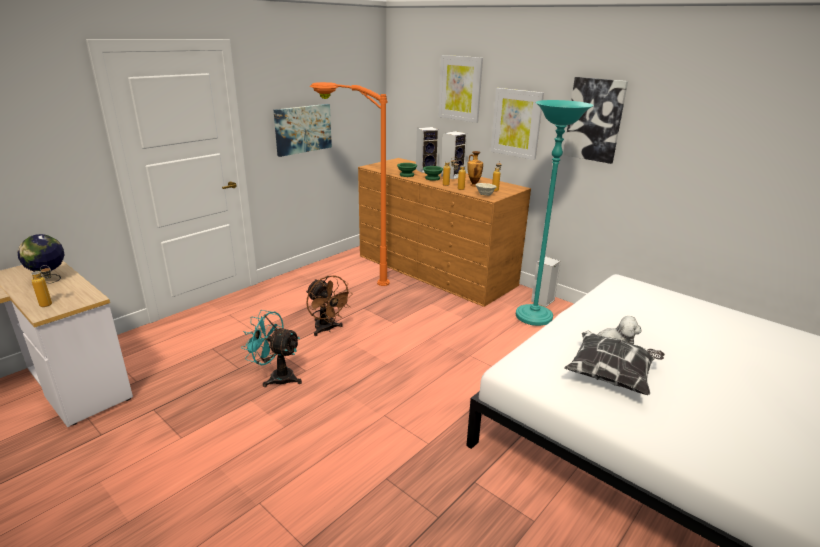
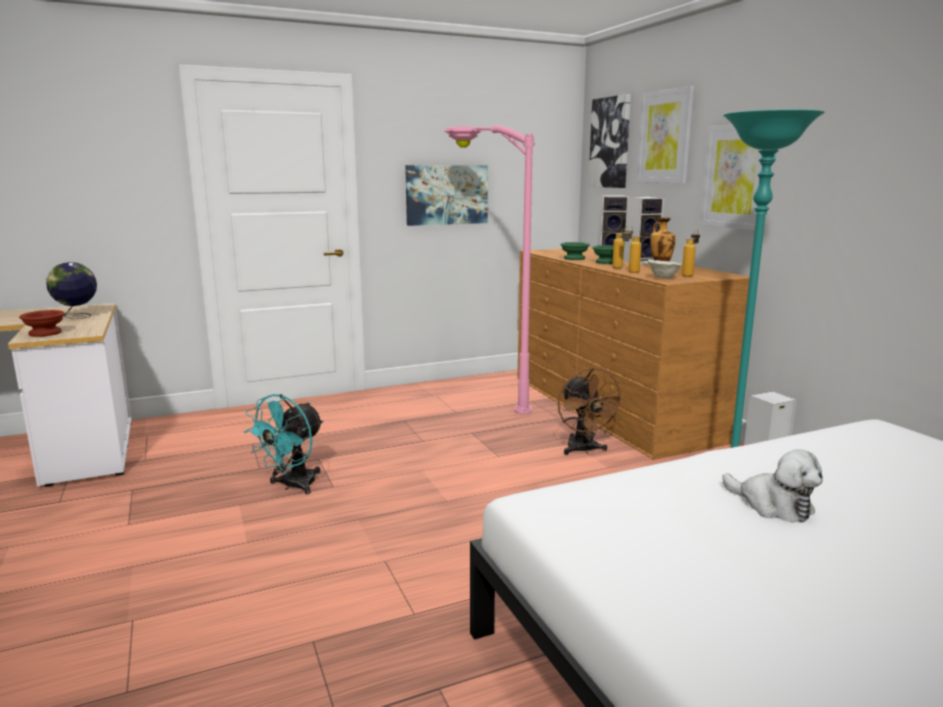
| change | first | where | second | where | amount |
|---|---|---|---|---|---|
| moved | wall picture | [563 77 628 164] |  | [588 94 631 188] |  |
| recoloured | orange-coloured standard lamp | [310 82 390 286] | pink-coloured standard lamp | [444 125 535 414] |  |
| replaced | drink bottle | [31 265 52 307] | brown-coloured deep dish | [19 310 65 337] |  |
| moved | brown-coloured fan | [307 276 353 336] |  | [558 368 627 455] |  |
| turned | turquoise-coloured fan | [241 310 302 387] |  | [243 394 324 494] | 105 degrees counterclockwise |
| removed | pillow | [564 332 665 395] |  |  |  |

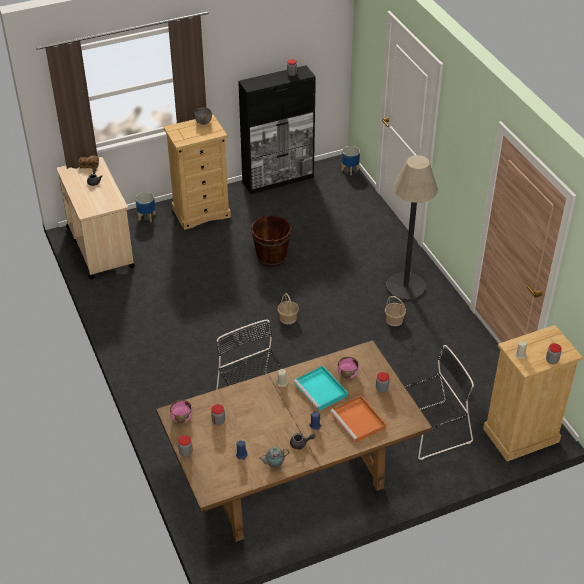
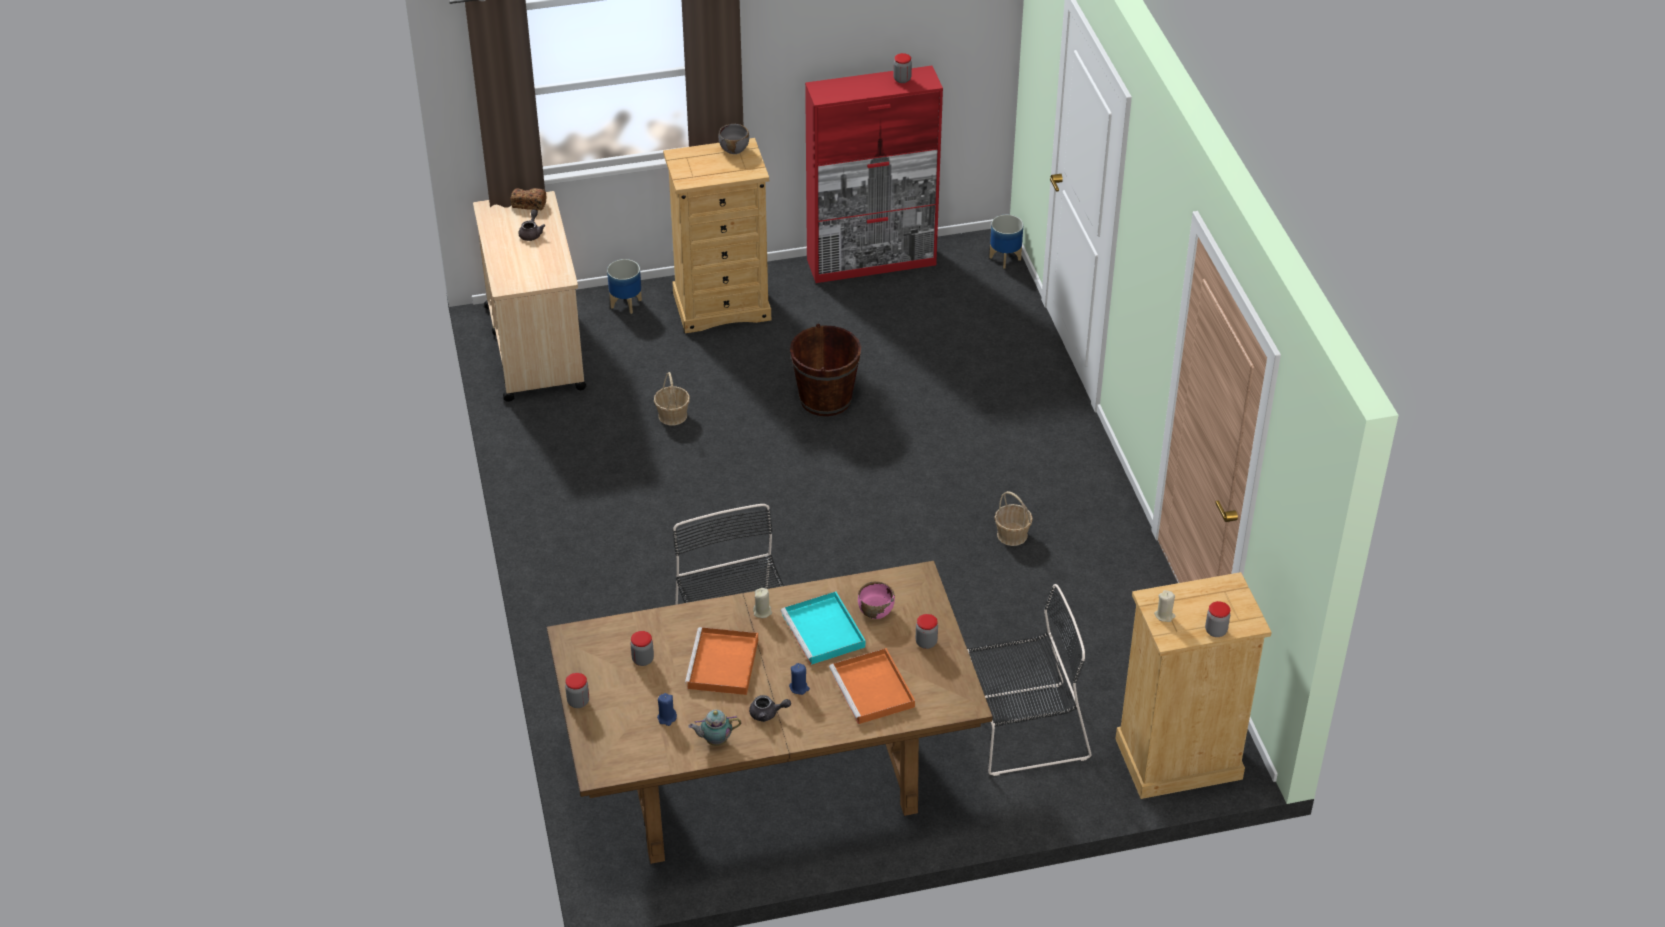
| change | first | where | second | where | amount |
|---|---|---|---|---|---|
| recoloured | blackish storage cabinet | [238 65 316 194] | red-coloured storage cabinet | [805 66 943 283] |  |
| removed | standard lamp | [386 155 438 301] |  |  |  |
| moved | household basket | [277 293 299 324] |  | [654 372 690 425] |  |
| removed | pink-coloured deep dish | [170 400 192 423] |  |  |  |
| added |  |  | orange-coloured tray | [685 627 758 695] |  |

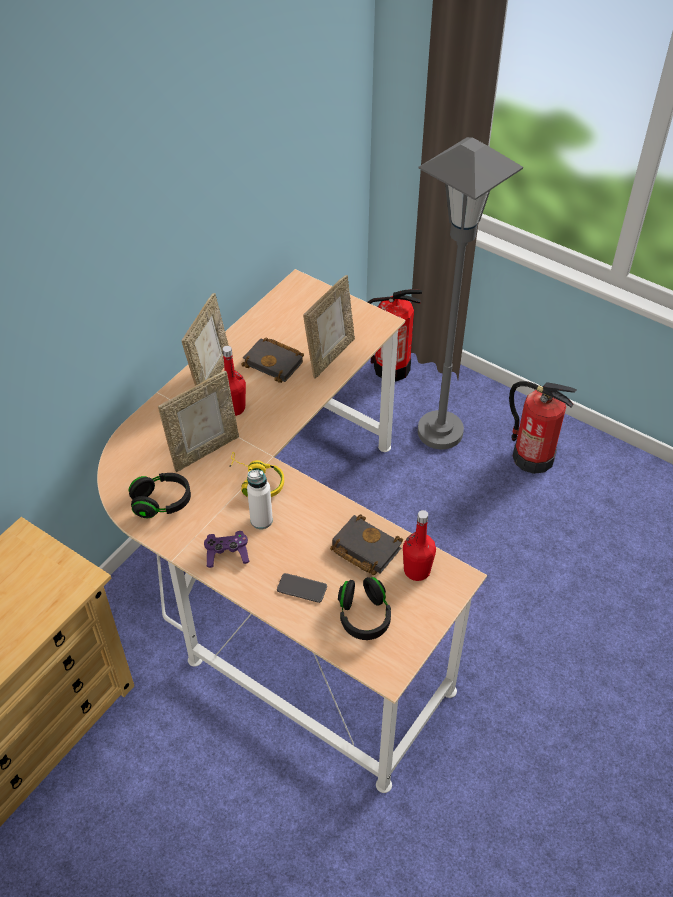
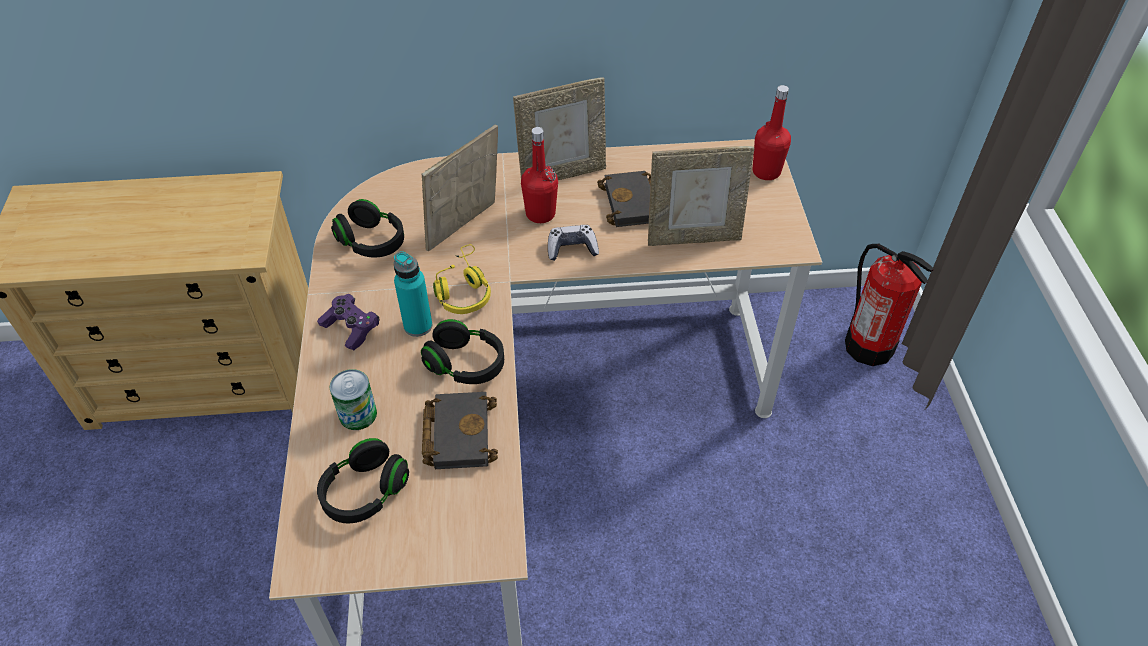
| change | first | where | second | where | amount |
|---|---|---|---|---|---|
| removed | greyish standard lamp | [418 137 523 449] |  |  |  |
| turned | photo frame | [158 371 239 472] |  | [421 124 498 251] | 120 degrees clockwise |
| removed | fire-fighting cylinder | [509 381 577 474] |  |  |  |
| recoloured | white drink bottle | [247 470 273 529] | turquoise-coloured drink bottle | [394 251 432 337] |  |
| moved | red-coloured drink bottle | [403 510 436 581] |  | [753 85 791 180] |  |
| replaced | phone | [277 573 327 603] | sealed can | [330 369 377 430] |  |
| added |  |  | game controller | [548 225 599 261] |  |
| added |  |  | blackish headset | [421 319 504 384] |  |

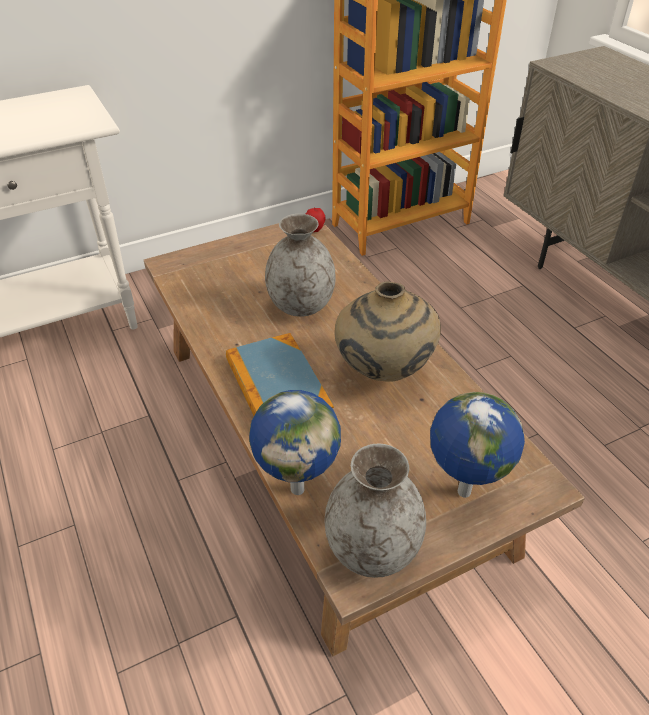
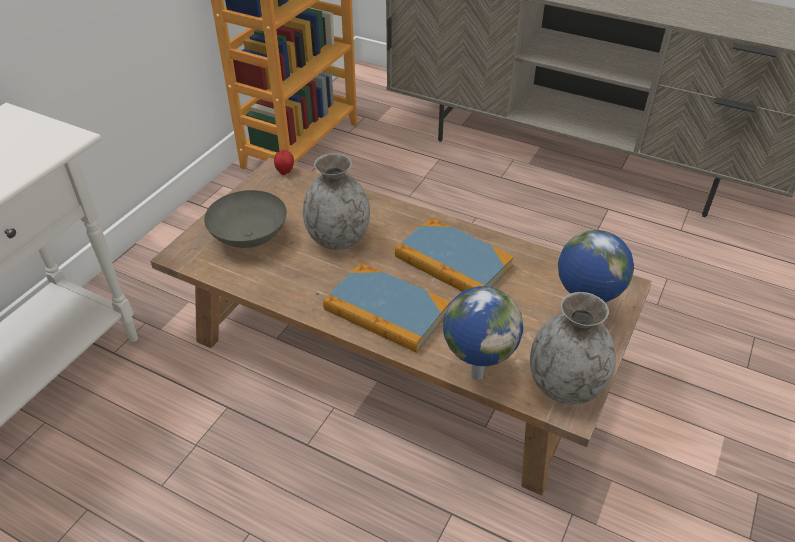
| change | first | where | second | where | amount |
|---|---|---|---|---|---|
| replaced | sand-coloured decorative vase | [334 281 441 382] | book | [395 217 514 292] |  |
| added |  |  | greyish deep dish | [204 190 287 248] |  |

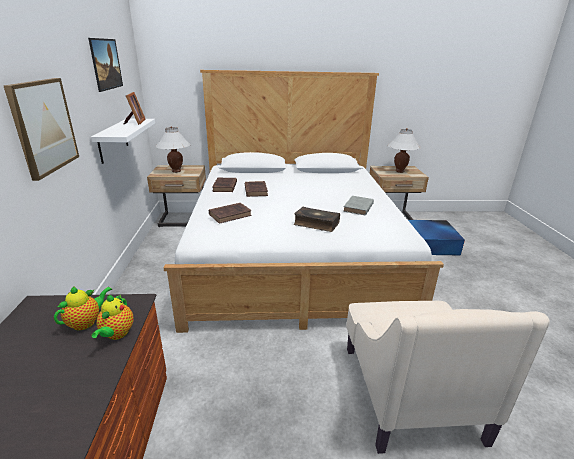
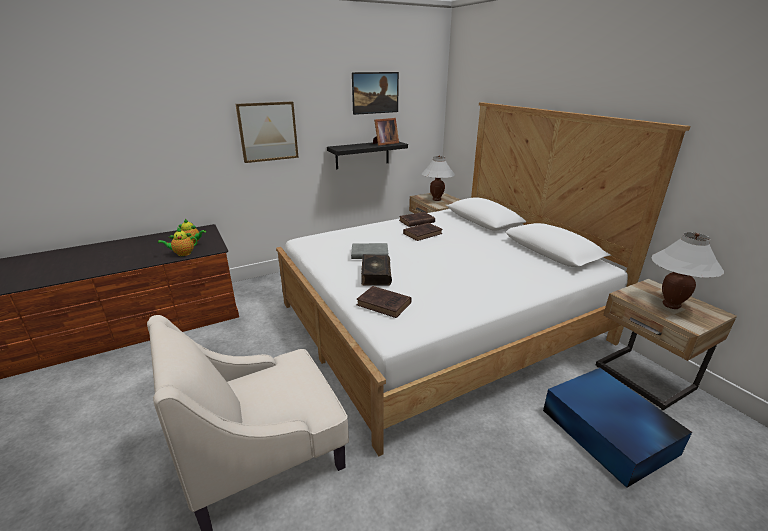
| change | first | where | second | where | amount |
|---|---|---|---|---|---|
| recoloured | white wall shelf | [91 119 155 164] | blackish wall shelf | [327 142 408 170] |  |
| moved | greyish book | [343 196 374 216] |  | [351 243 388 259] |  |
| moved | brown-coloured book | [209 203 252 224] |  | [357 286 412 318] |  |

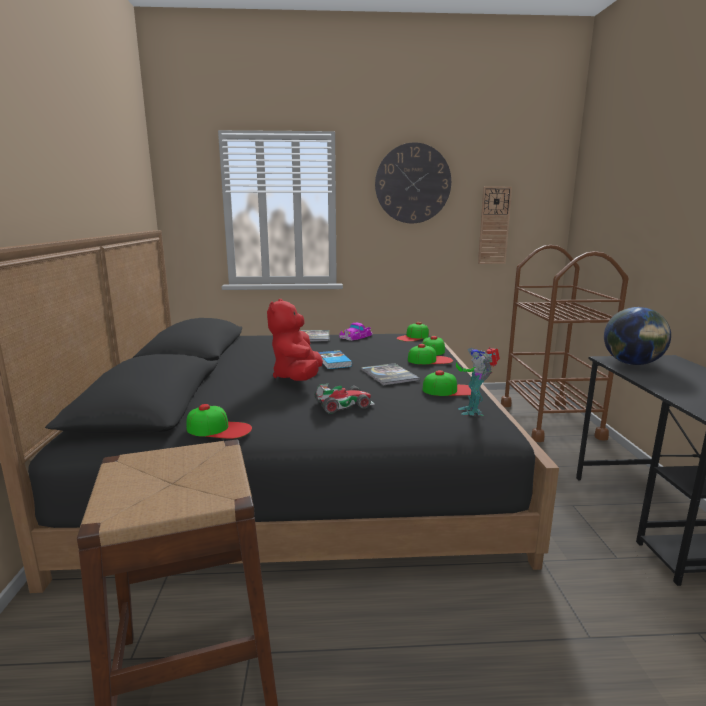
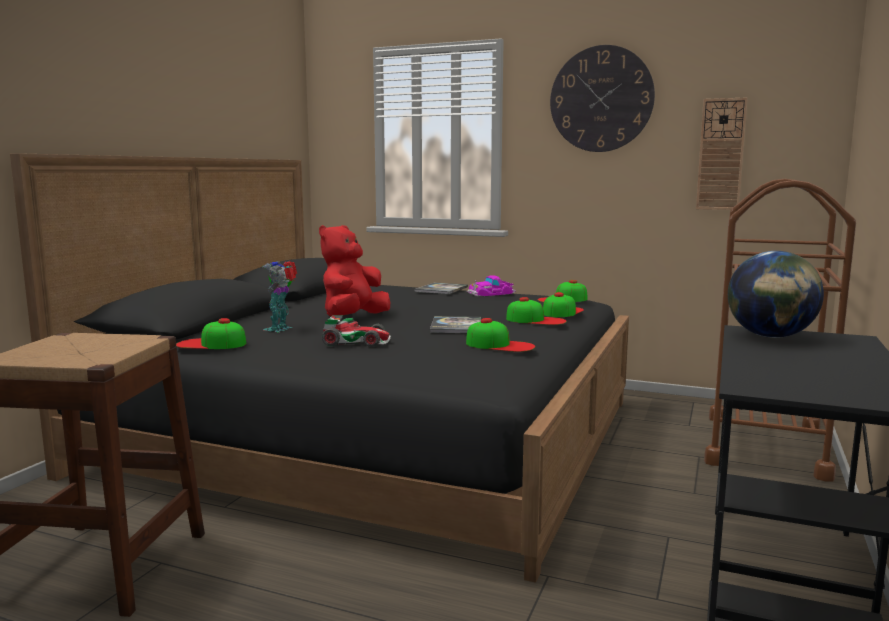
| change | first | where | second | where | amount |
|---|---|---|---|---|---|
| moved | robot figure | [456 347 500 416] |  | [263 261 297 332] |  |
| removed | book | [318 350 352 369] |  |  |  |
| turned | peaked cap | [186 404 252 439] |  | [176 318 246 349] | 150 degrees clockwise |

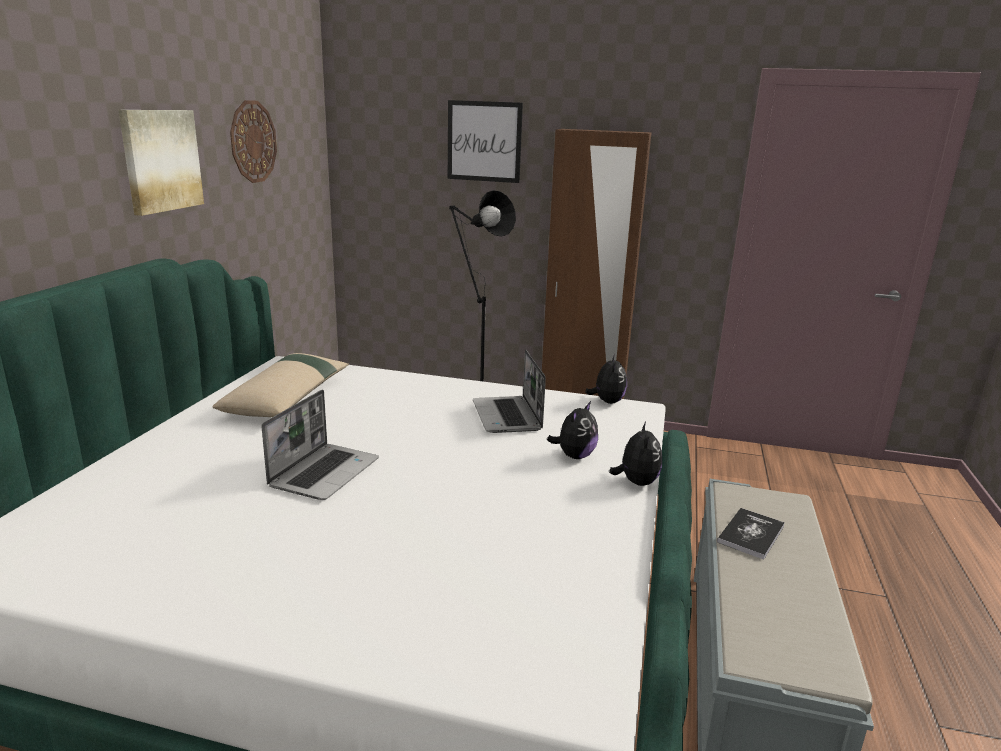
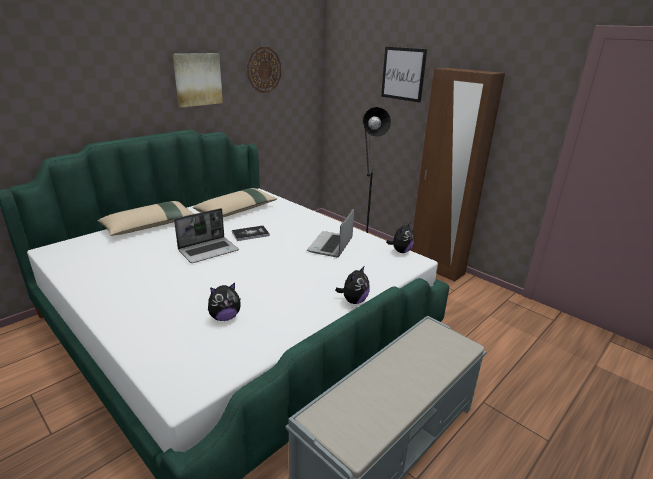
| change | first | where | second | where | amount |
|---|---|---|---|---|---|
| moved | cuddly toy | [547 401 598 459] |  | [208 283 241 321] |  |
| moved | book | [717 508 785 560] |  | [232 226 270 241] |  |
| added |  |  | sand-coloured pillow | [98 201 194 236] |  |

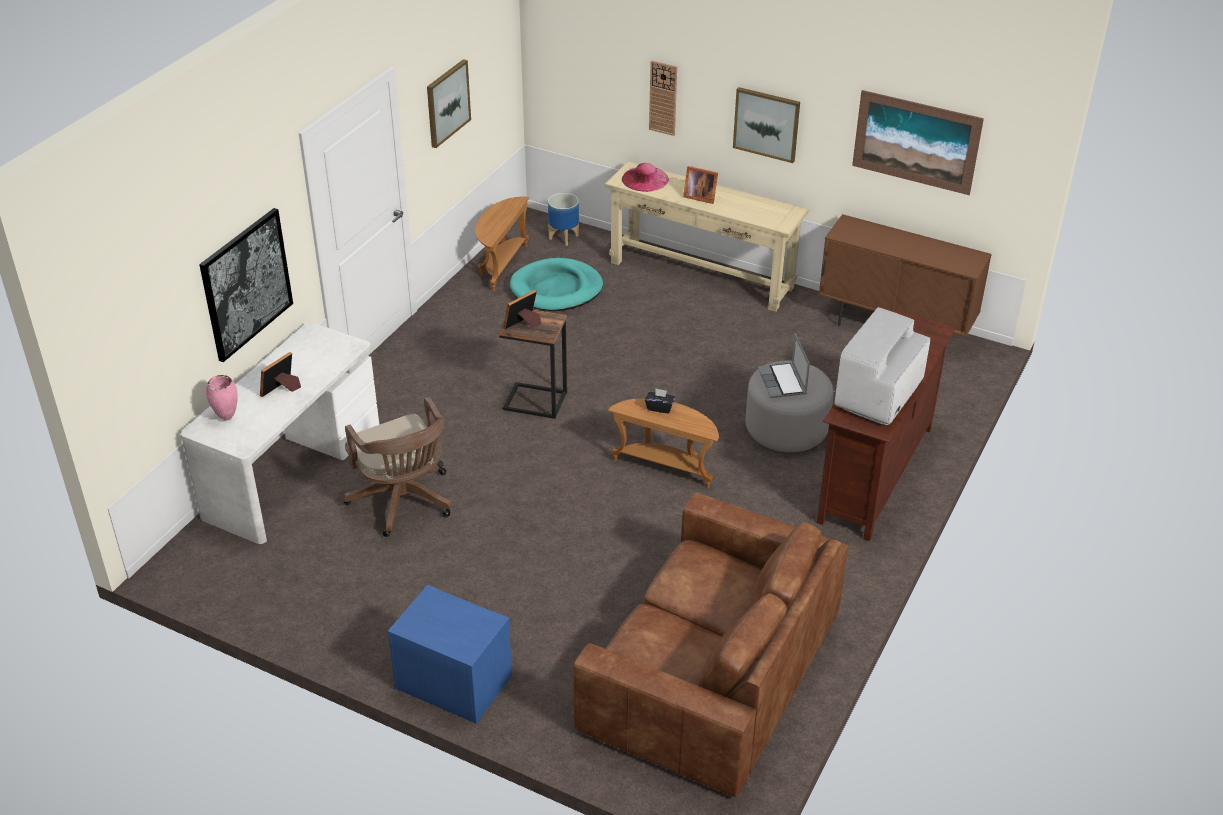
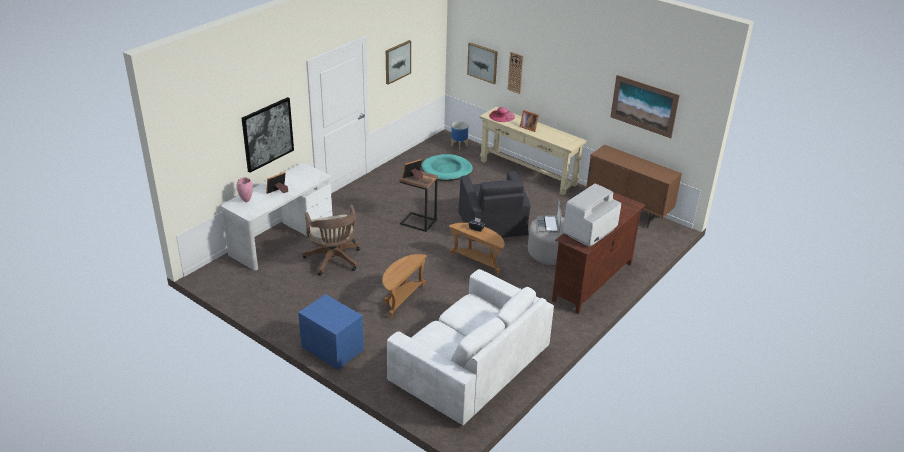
| change | first | where | second | where | amount |
|---|---|---|---|---|---|
| moved | wall picture | [733 87 800 163] |  | [467 43 498 84] |  |
| moved | brown-coloured end table | [475 196 529 291] |  | [382 254 427 319] |  |
| recoloured | brown-coloured sofa | [574 493 849 797] | white sofa | [387 269 554 425] |  |
| added |  |  | blackish lounge chair | [458 171 531 241] |  |

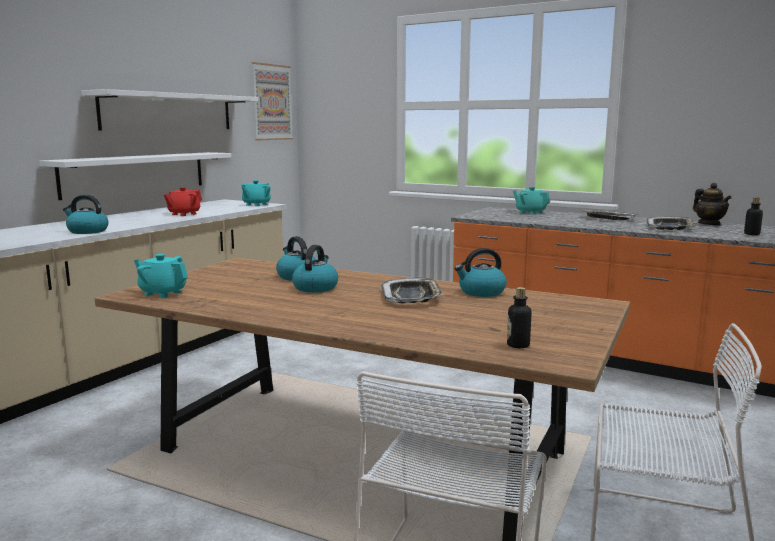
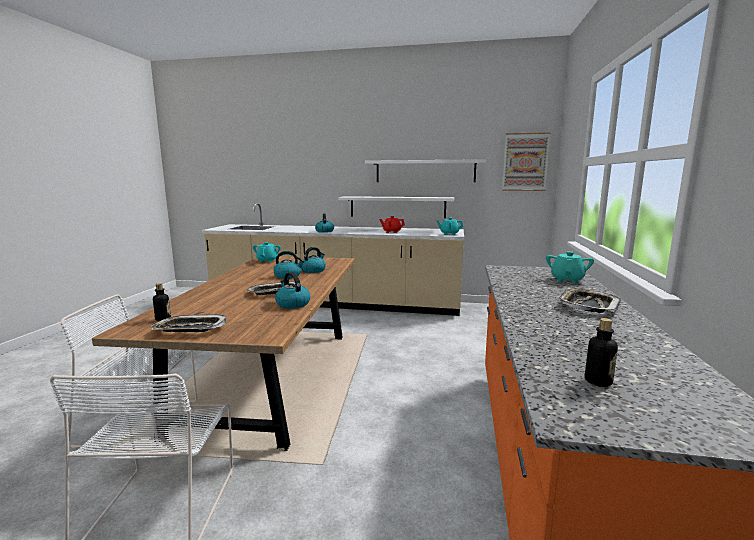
| change | first | where | second | where | amount |
|---|---|---|---|---|---|
| removed | tea pot | [693 183 732 225] |  |  |  |
| moved | tray | [647 216 695 230] |  | [151 315 226 332] |  |

